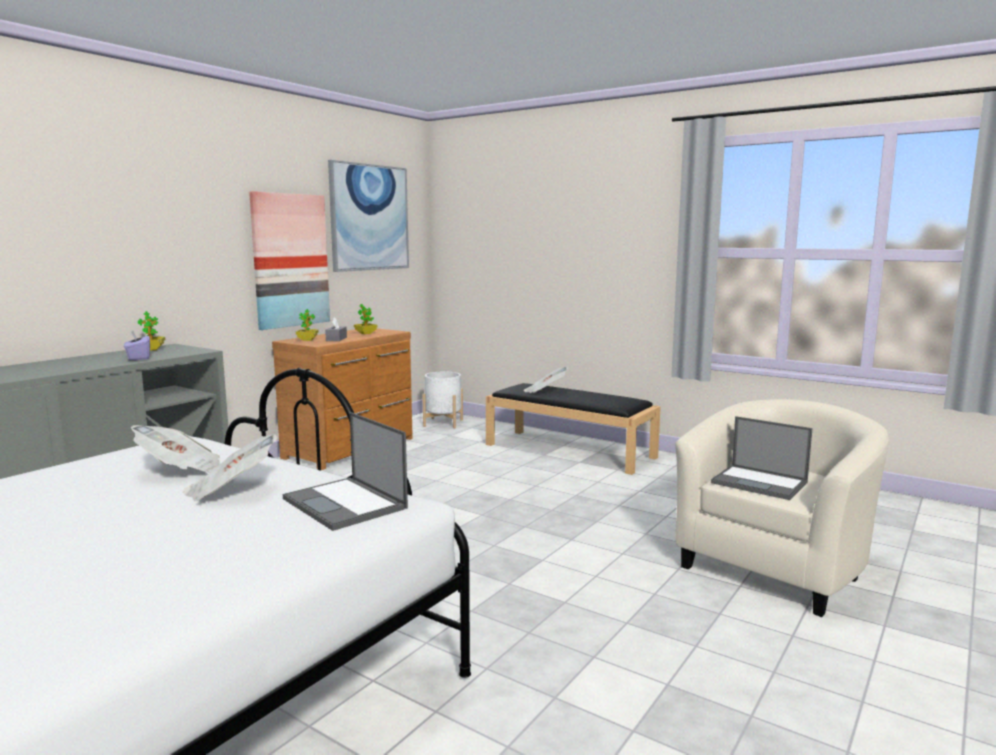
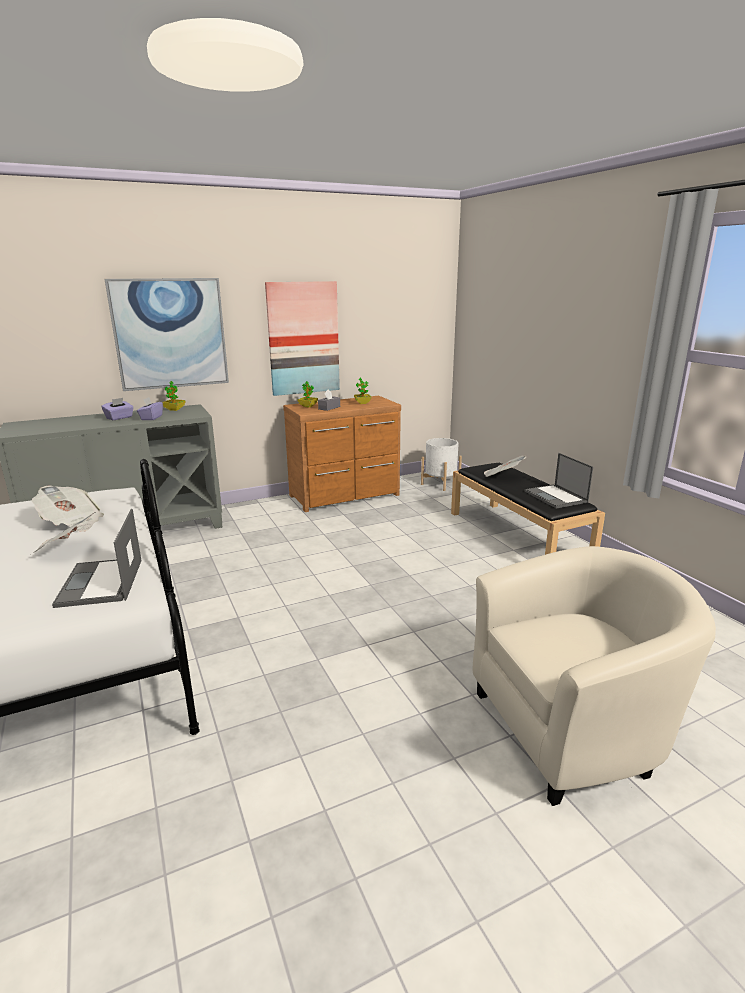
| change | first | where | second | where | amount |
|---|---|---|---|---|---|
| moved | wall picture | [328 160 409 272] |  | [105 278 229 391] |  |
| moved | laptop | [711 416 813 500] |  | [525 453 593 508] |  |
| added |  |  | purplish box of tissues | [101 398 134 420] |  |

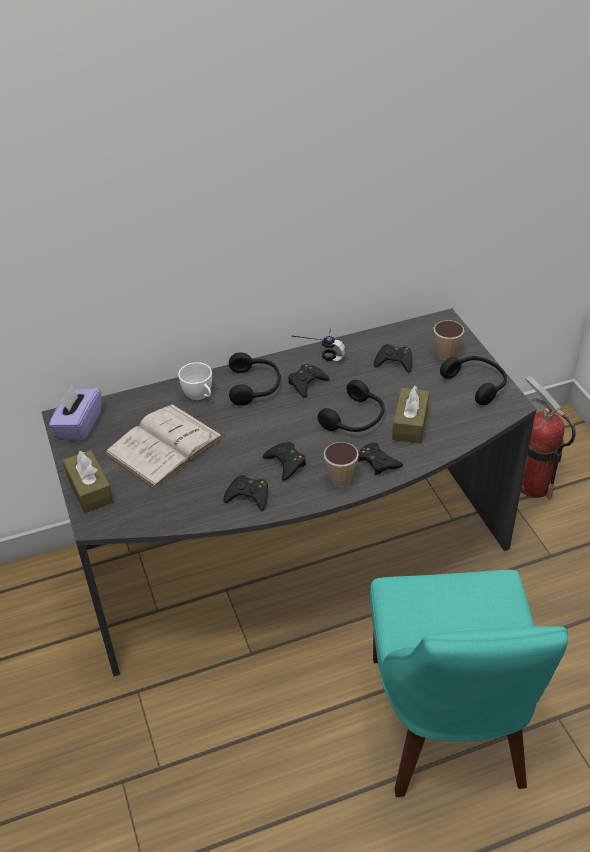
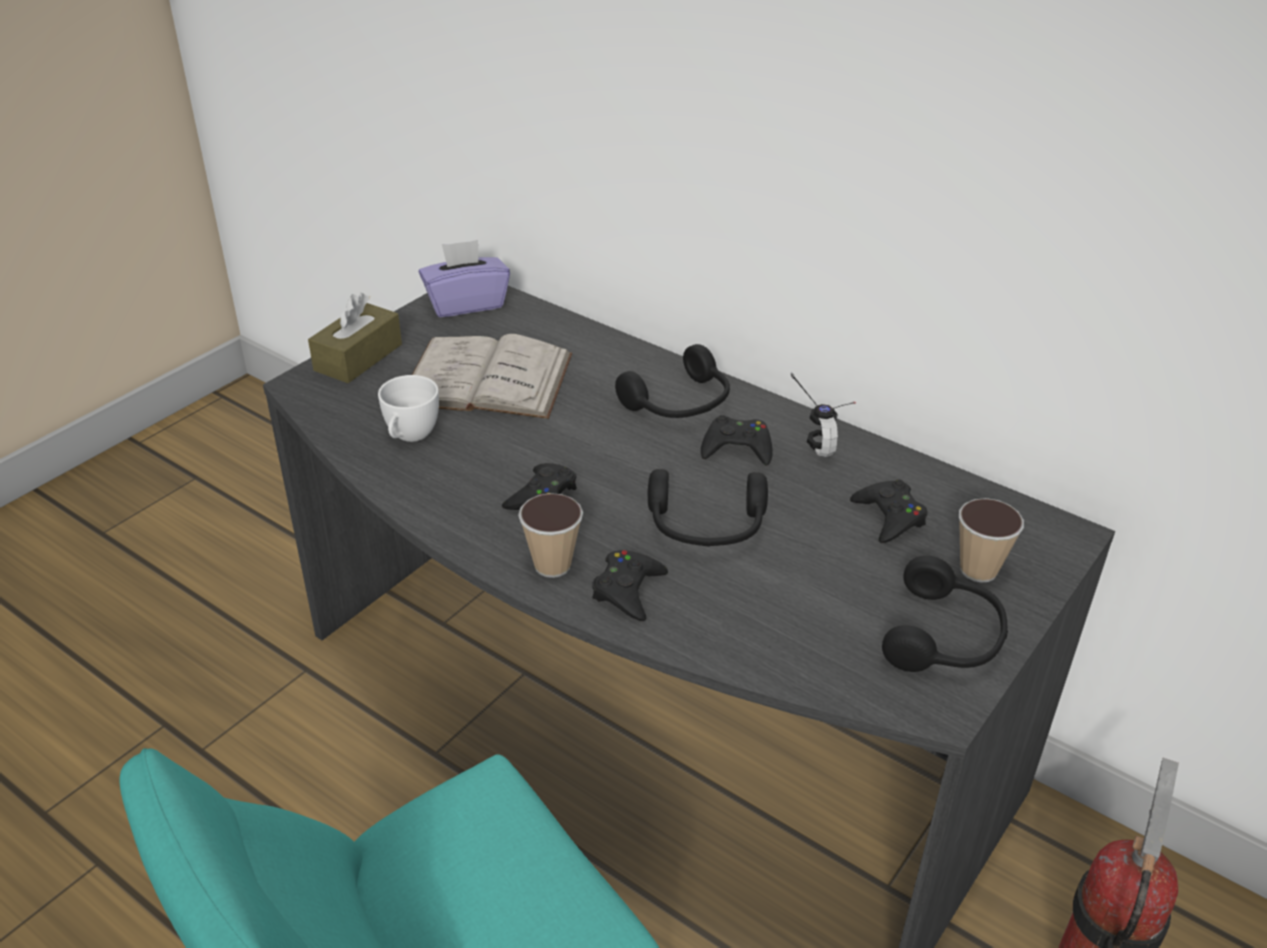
| change | first | where | second | where | amount |
|---|---|---|---|---|---|
| moved | white cup | [178 362 212 400] |  | [378 375 439 442] |  |
| removed | brown-coloured box of tissues | [392 385 429 444] |  |  |  |
| removed | blackish game controller | [223 475 268 511] |  |  |  |

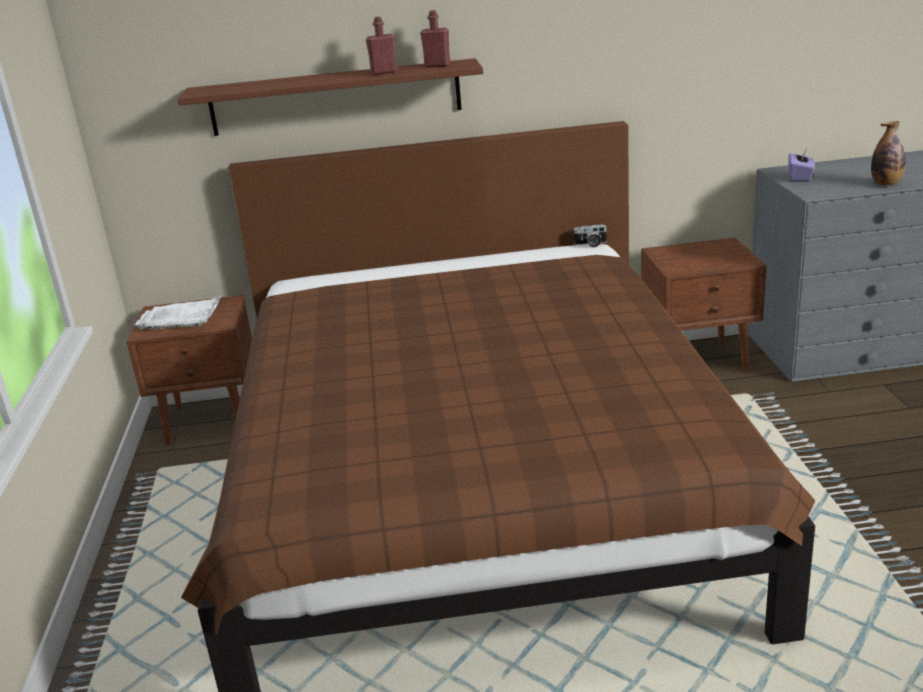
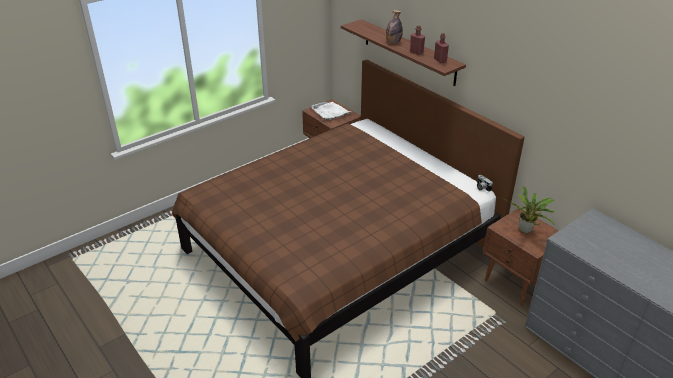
| change | first | where | second | where | amount |
|---|---|---|---|---|---|
| moved | drink bottle | [871 121 906 185] |  | [386 10 403 43] |  |
| removed | purplish box of tissues | [788 150 815 182] |  |  |  |
| added |  |  | plant in a pot | [501 186 555 233] |  |

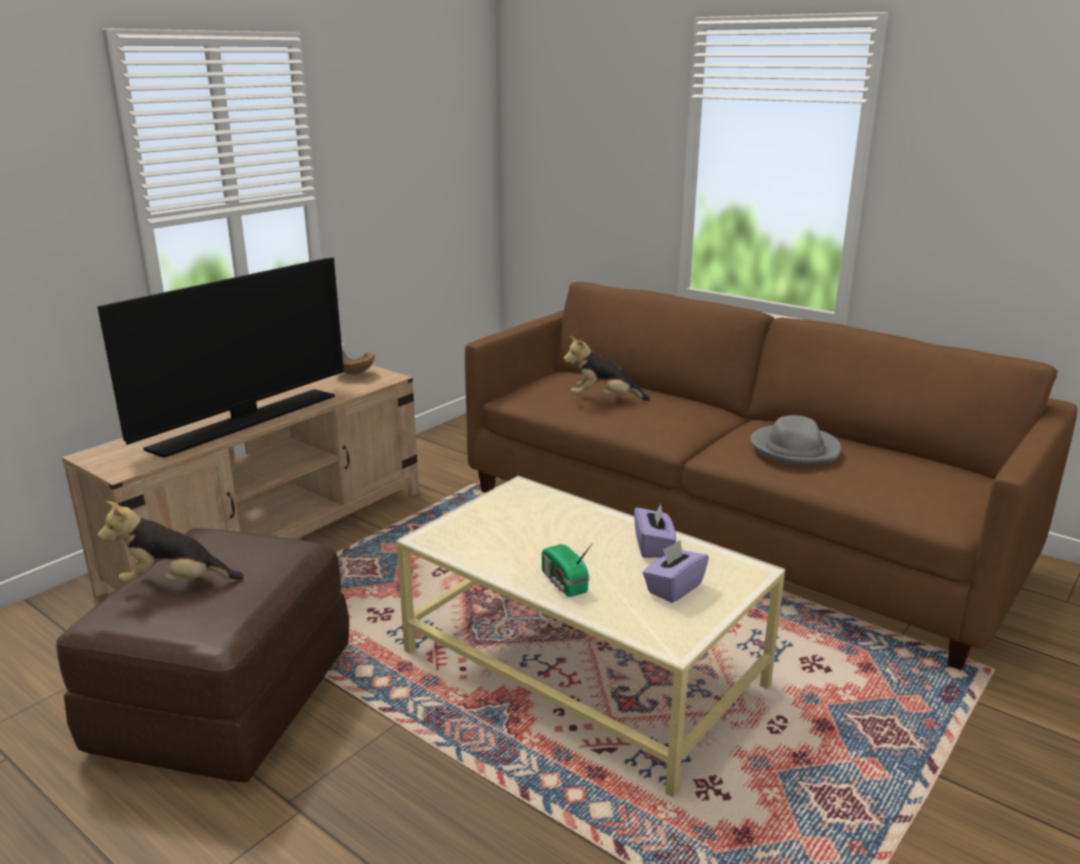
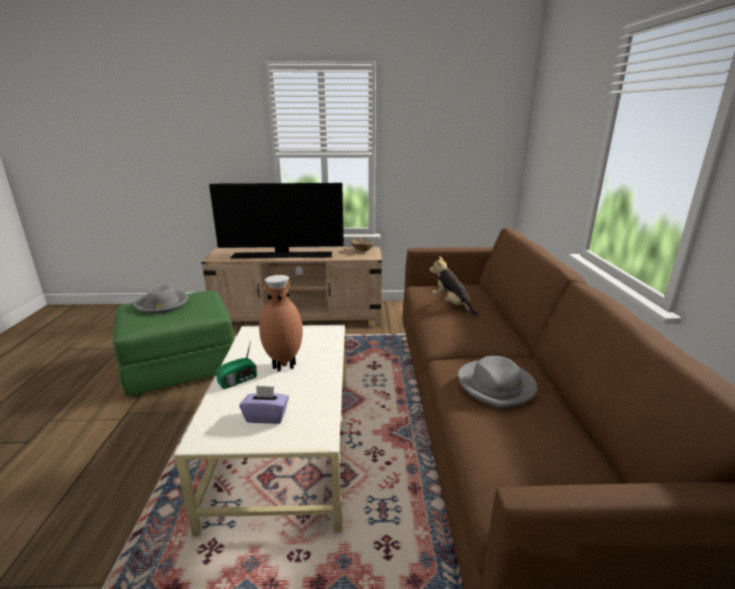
| change | first | where | second | where | amount |
|---|---|---|---|---|---|
| replaced | cuddly toy | [98 501 244 582] | greyish wearable hat | [132 285 188 314] |  |
| removed | purplish box of tissues | [634 503 676 558] |  |  |  |
| recoloured | brown-coloured ottoman | [57 528 349 782] | green ottoman | [113 290 234 397] |  |
| turned | radio receiver | [542 543 593 597] |  | [216 341 257 389] | 150 degrees counterclockwise |
| added |  |  | brown-coloured decorative vase | [259 275 303 372] |  |

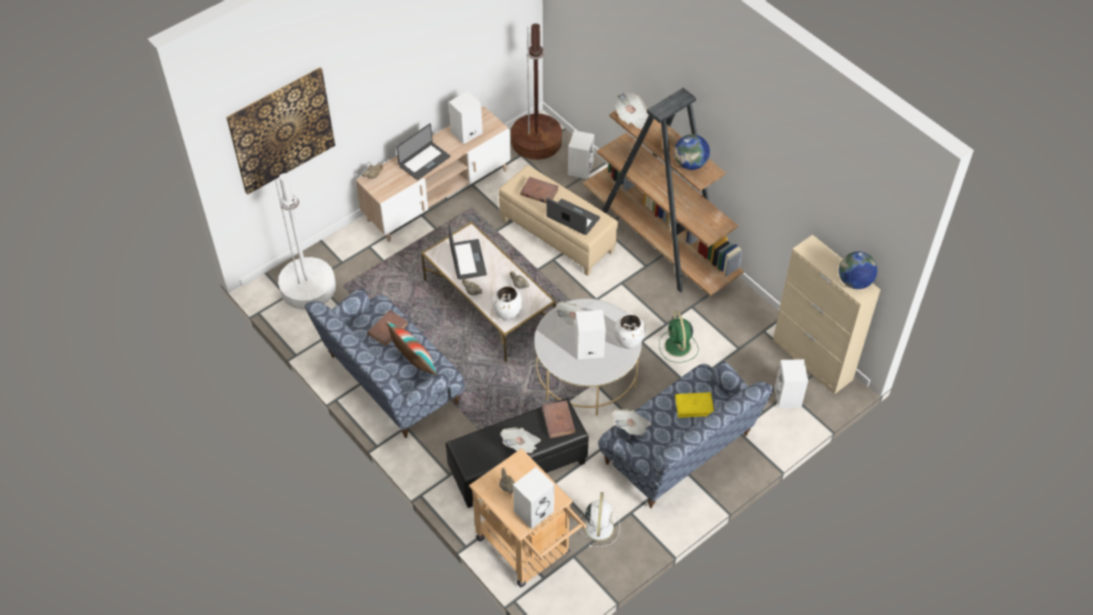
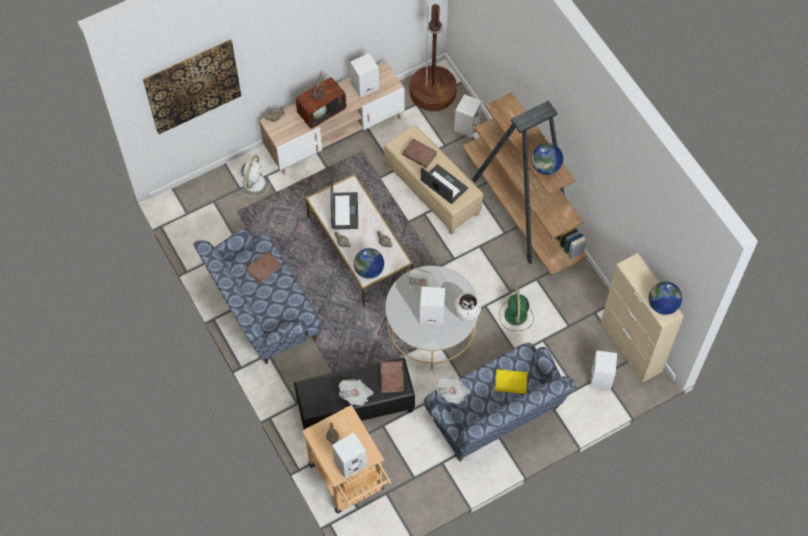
| change | first | where | second | where | amount |
|---|---|---|---|---|---|
| removed | printed paper | [615 92 649 129] |  |  |  |
| replaced | laptop | [396 123 451 180] | television | [296 73 347 129] |  |
| removed | white standard lamp | [275 173 336 310] |  |  |  |
| replaced | white decorative vase | [492 286 523 321] | world globe | [354 248 384 279] |  |
| removed | pillow | [387 322 437 375] |  |  |  |
| moved | white fan | [578 492 620 547] |  | [239 155 271 197] |  |

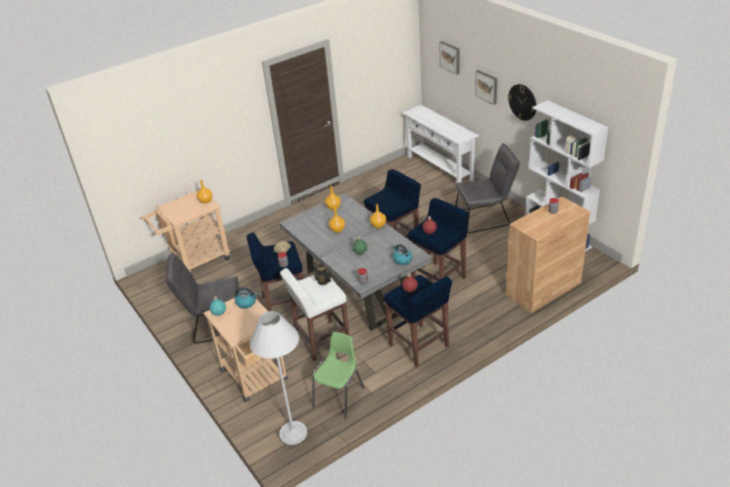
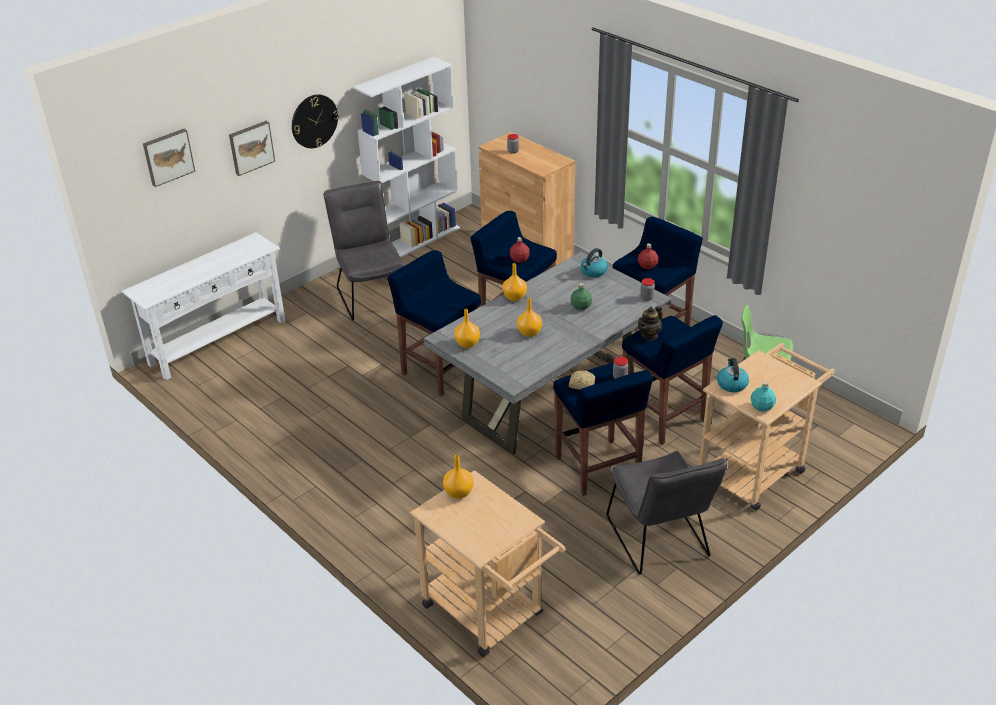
| change | first | where | second | where | amount |
|---|---|---|---|---|---|
| recoloured | white stool seat | [280 268 349 361] | blue stool seat | [622 315 723 445] |  |
| removed | white standard lamp | [249 311 307 445] |  |  |  |

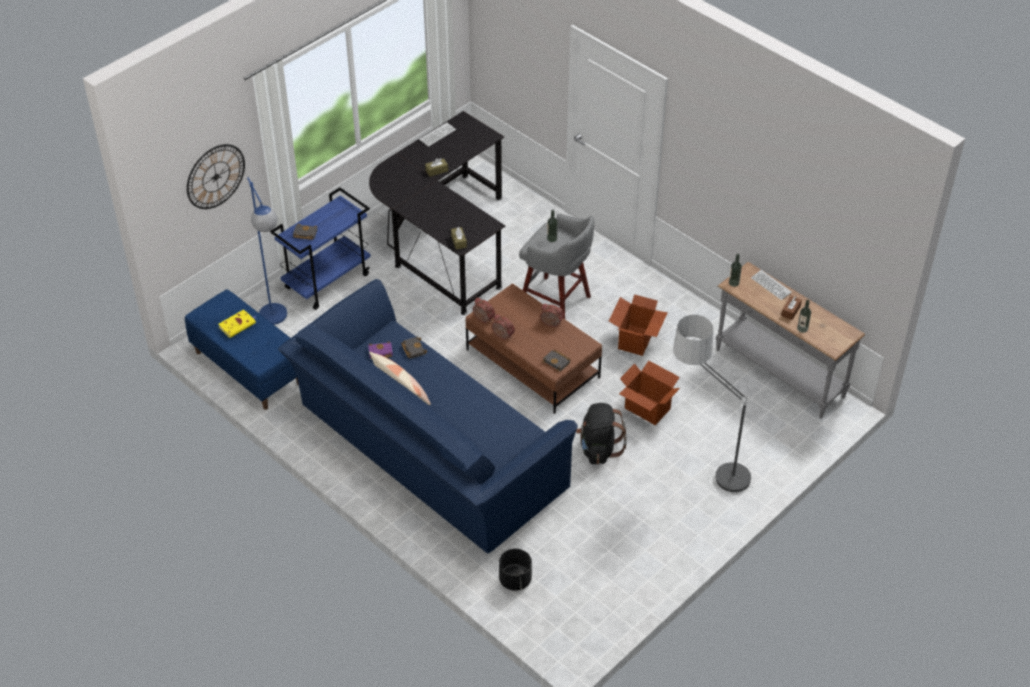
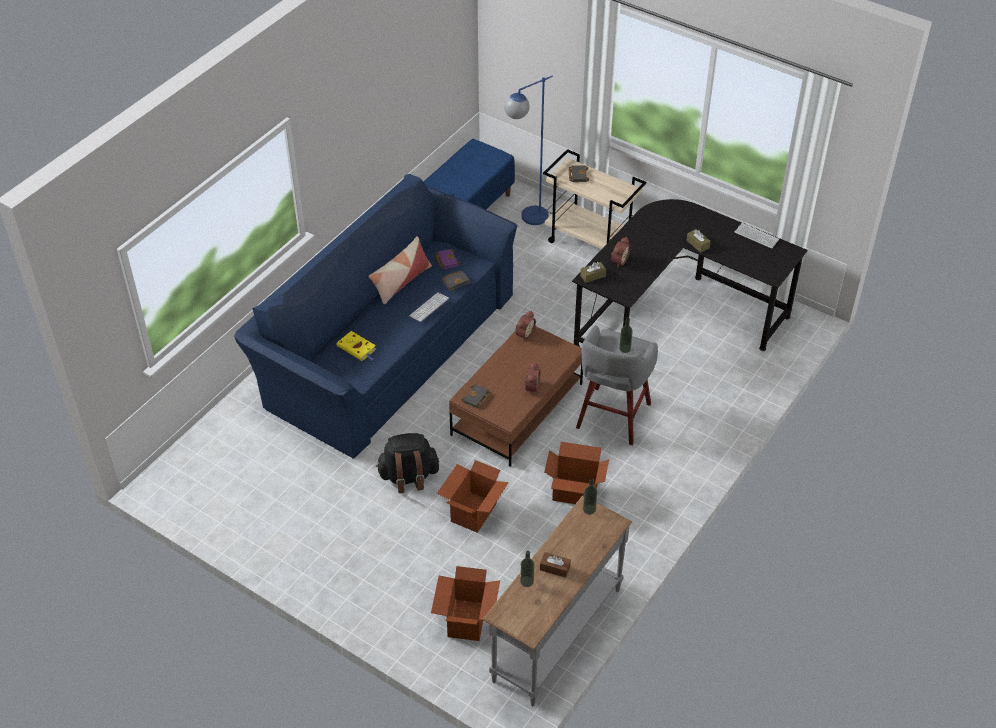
| change | first | where | second | where | amount |
|---|---|---|---|---|---|
| removed | clock on the wall | [187 144 245 209] |  |  |  |
| recoloured | blue cart | [270 187 371 310] | sand-coloured cart | [543 149 646 249] |  |
| moved | PC keyboard | [751 270 792 300] |  | [409 293 449 322] |  |
| moved | yellowish book | [218 309 256 338] |  | [336 331 376 361] |  |
| moved | alarm clock | [492 314 515 340] |  | [611 237 631 267] |  |
| removed | standard lamp | [673 315 753 494] |  |  |  |
| removed | blackish flower pot | [499 549 532 591] |  |  |  |
| added |  |  | carton | [431 566 500 641] |  |

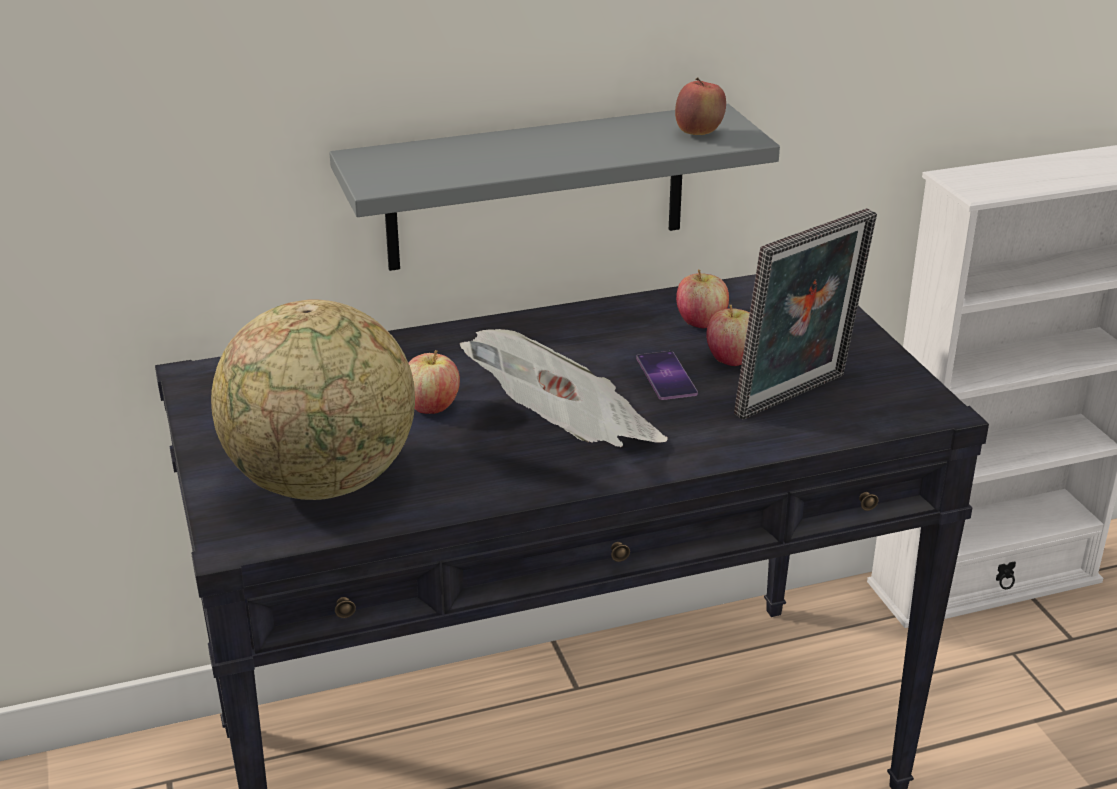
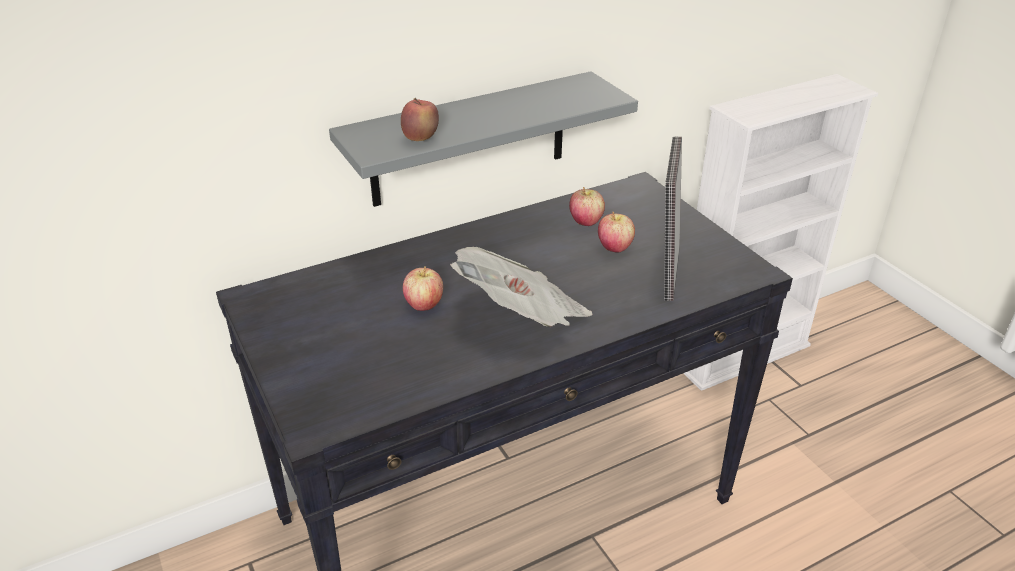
| change | first | where | second | where | amount |
|---|---|---|---|---|---|
| moved | whole apple | [675 77 726 135] |  | [401 98 439 141] |  |
| turned | photo frame | [734 208 877 420] |  | [664 136 682 301] | 150 degrees clockwise |
| removed | world globe | [211 299 415 500] |  |  |  |
| removed | phone | [636 351 698 400] |  |  |  |

